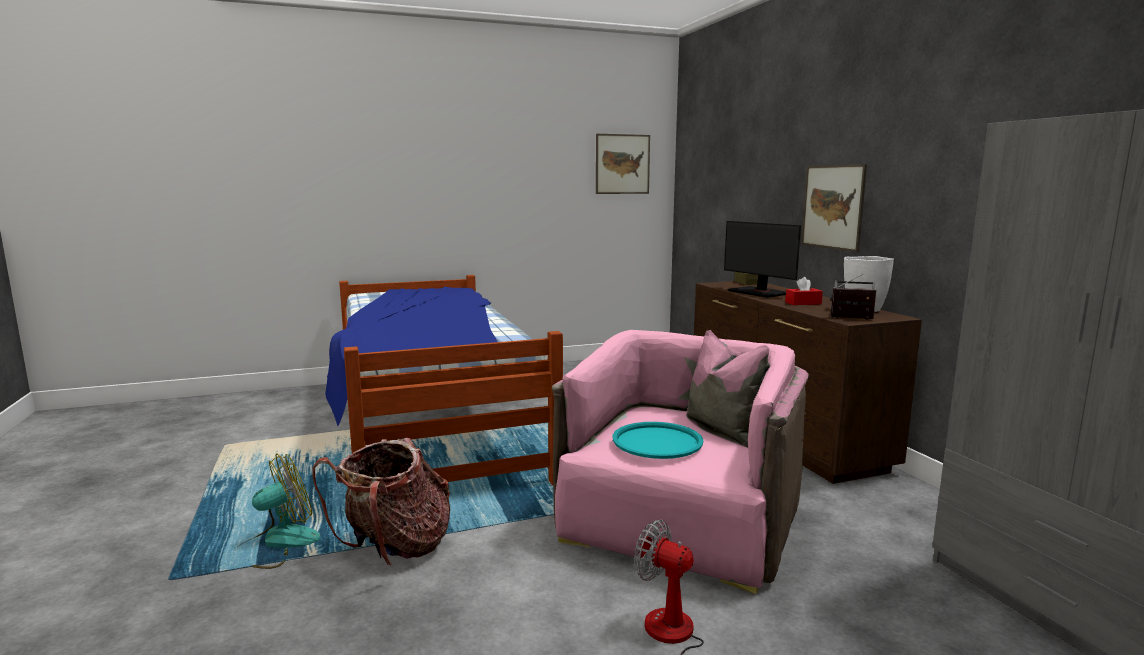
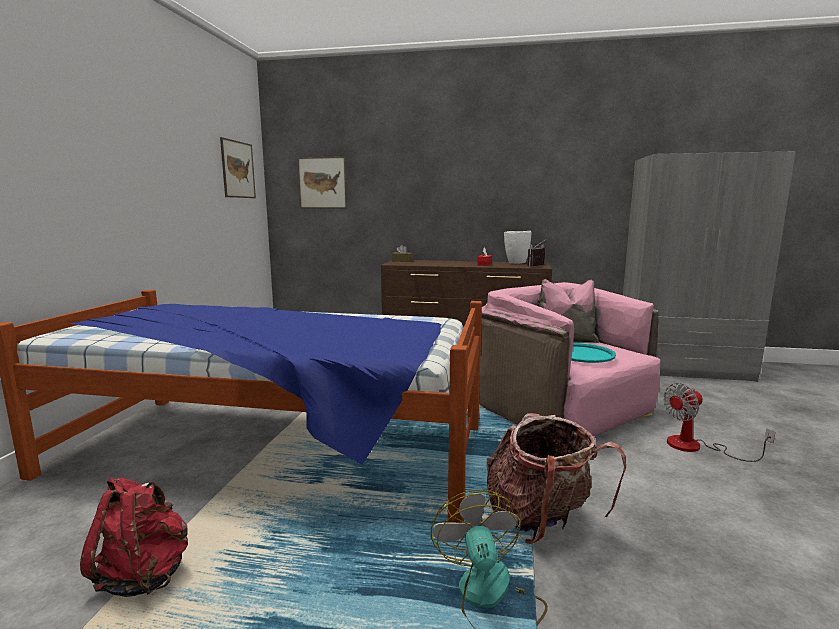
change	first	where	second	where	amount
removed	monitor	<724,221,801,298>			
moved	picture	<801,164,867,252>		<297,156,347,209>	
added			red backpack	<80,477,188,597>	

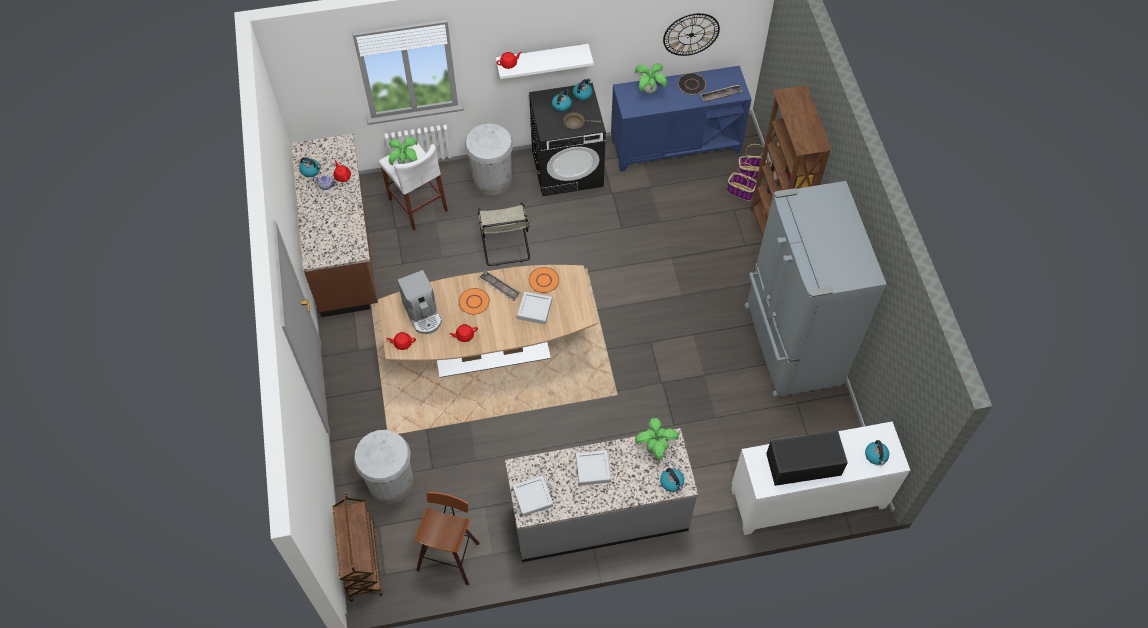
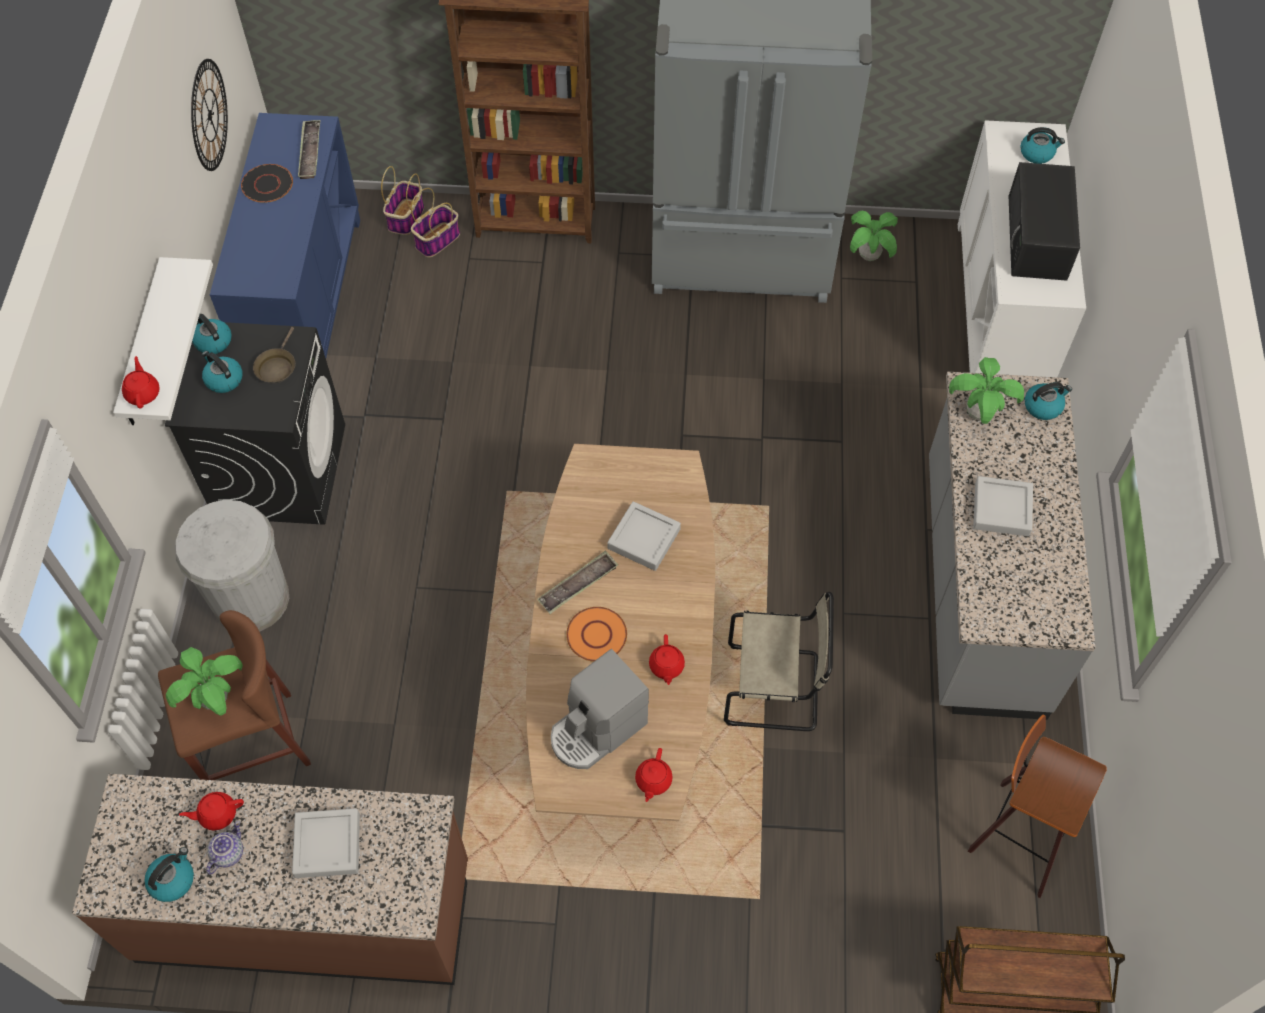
change	first	where	second	where	amount
removed	white trash can	<354,430,413,504>			
recoloured	white stool	<379,143,448,230>	brown stool	<158,610,311,780>	
turned	coffee machine	<397,270,442,334>		<551,649,649,769>	150 degrees clockwise
moved	beige chair	<478,202,530,266>		<724,592,834,731>	
moved	grey tray	<512,476,553,516>		<292,808,360,878>	
removed	orange plate	<529,267,559,293>			
moved	potted plant	<635,63,667,94>		<850,211,898,261>	

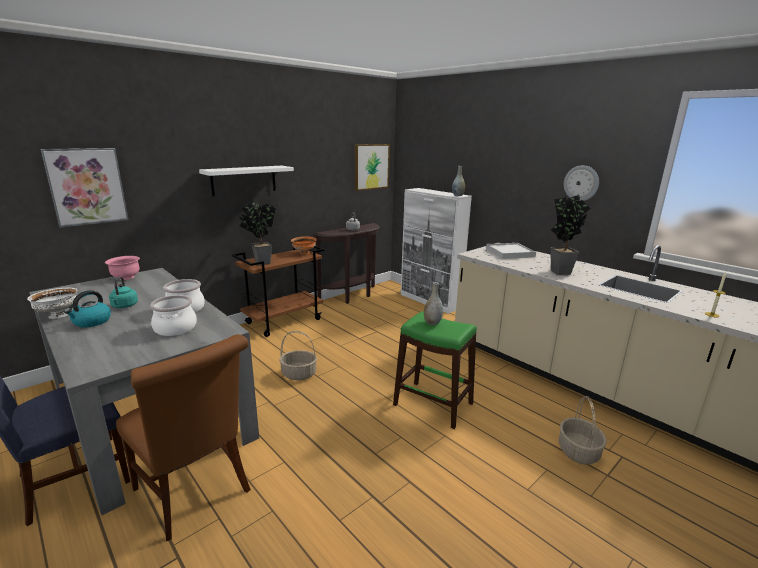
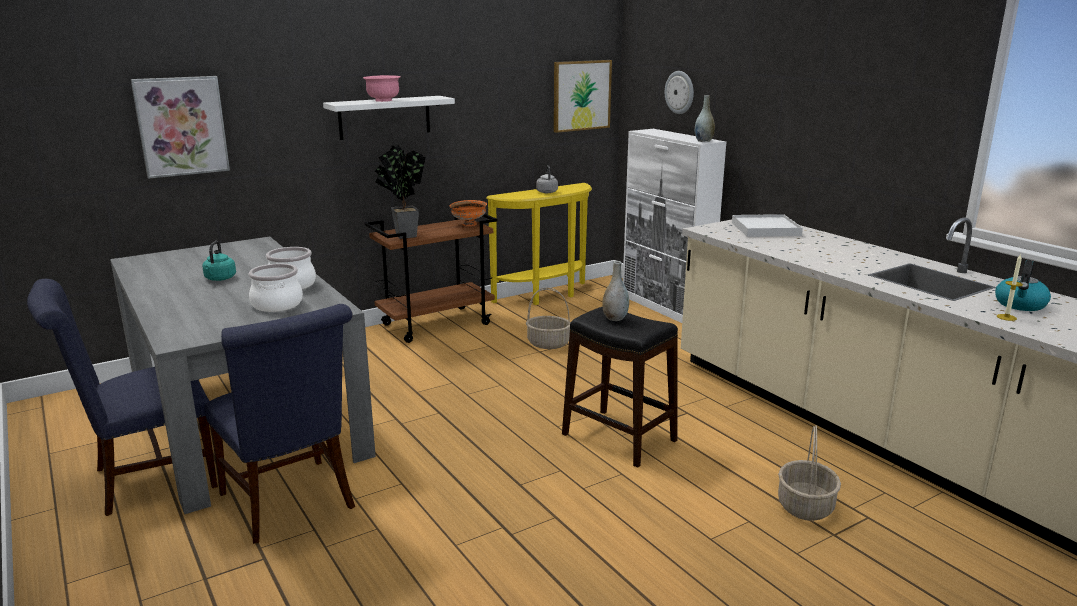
change	first	where	second	where	amount
removed	white bowl	<27,288,78,319>			
moved	kettle	<64,290,111,328>		<995,260,1051,311>	
moved	pink bowl	<105,256,140,280>		<363,75,400,102>	
recoloured	brown chair	<116,334,251,541>	blue chair	<205,304,355,544>	
moved	basket	<279,331,317,380>		<526,287,571,349>	
recoloured	brown console table	<313,223,380,304>	yellow console table	<486,183,592,305>	
recoloured	green stool	<393,312,477,429>	black stool	<562,306,678,468>	
removed	potted plant	<550,195,590,275>			
moved	wall clock	<564,165,599,201>		<665,71,694,114>	

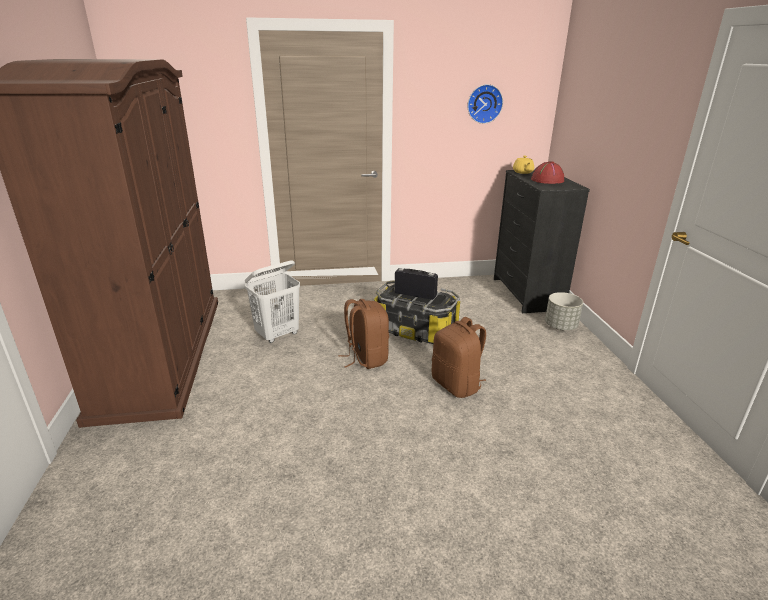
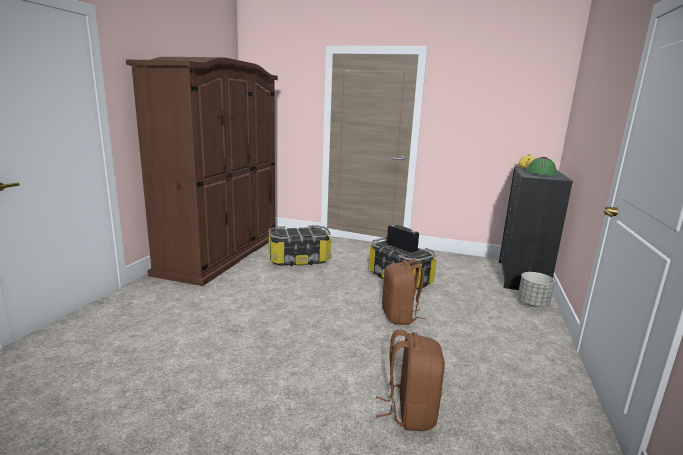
change	first	where	second	where	amount
replaced	white laundry basket	<245,260,300,343>	storage box	<268,225,331,266>	
moved	brown backpack	<339,299,389,369>		<376,329,445,431>	
removed	wall clock	<468,84,503,124>			
recoloured	red hat	<531,161,564,184>	green hat	<525,157,556,175>	

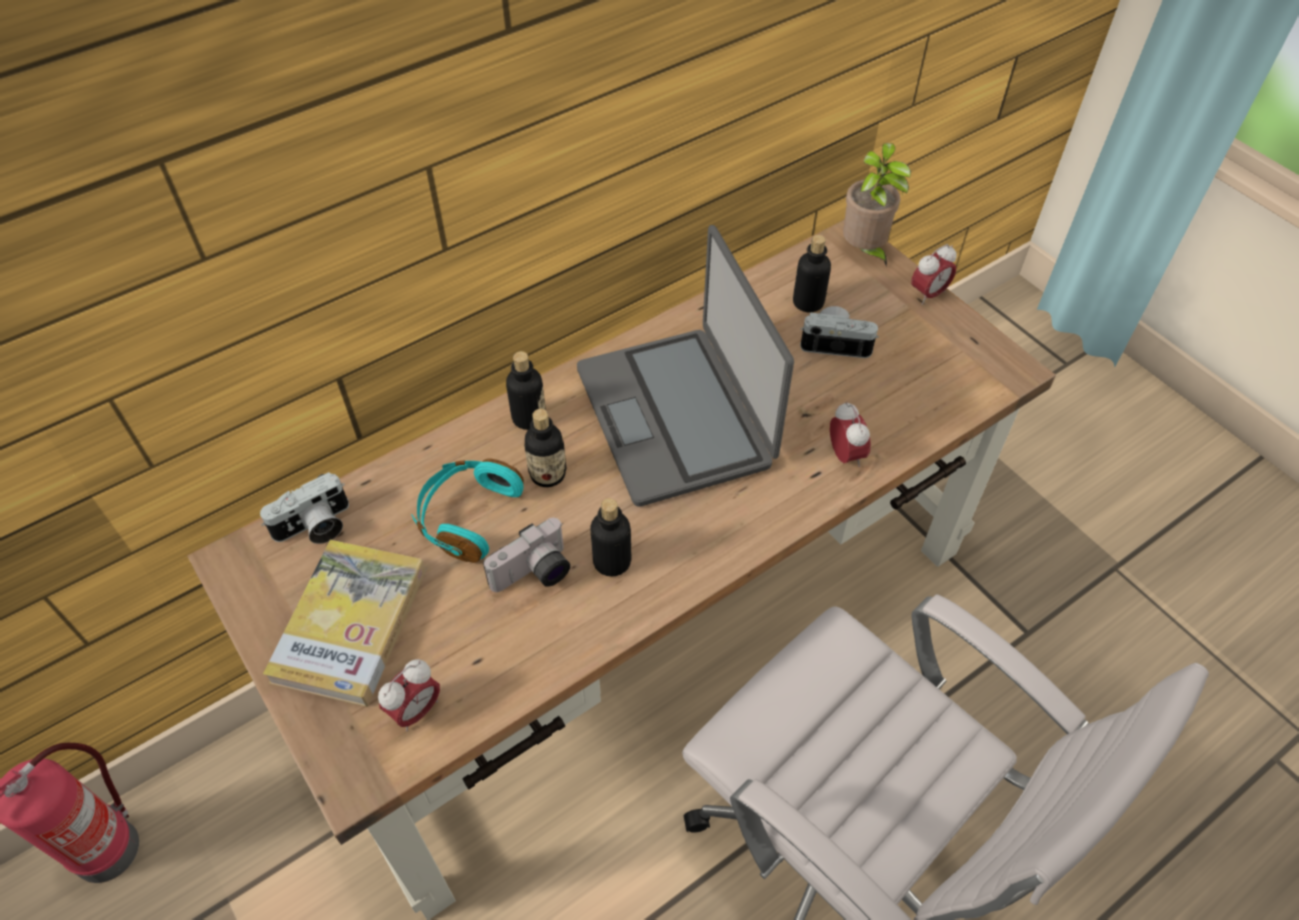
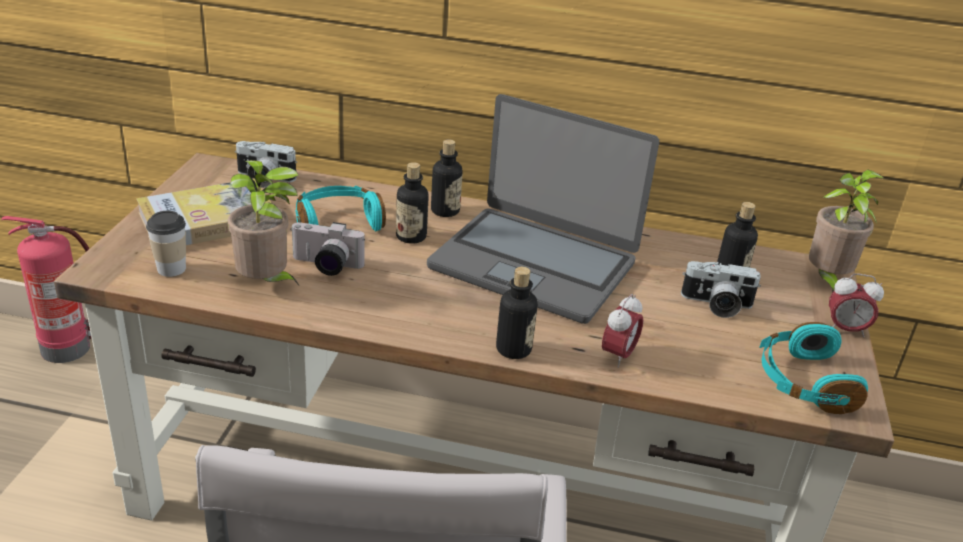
change	first	where	second	where	amount
replaced	alarm clock	<378,659,440,731>	cup	<146,211,186,277>	
turned	laptop	<577,225,794,507>		<427,94,659,324>	90 degrees counterclockwise
moved	bottle	<590,498,631,577>		<496,267,538,359>	
turned	photo camera	<800,306,879,358>		<681,261,761,318>	135 degrees clockwise
added			potted plant	<227,160,299,285>	
added			turquoise headphones	<759,322,868,414>	

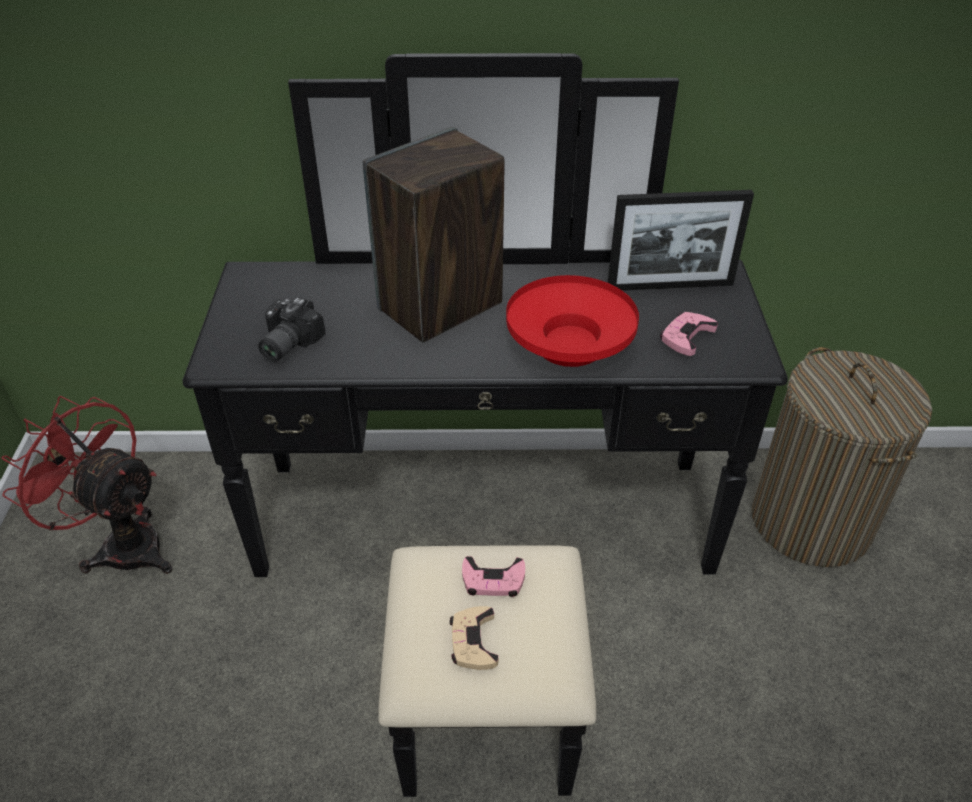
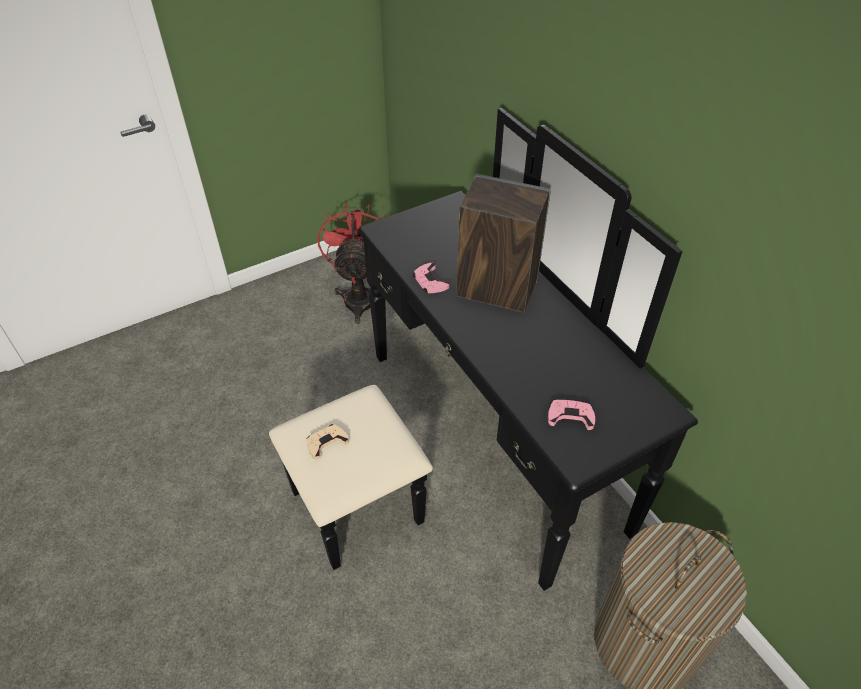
change	first	where	second	where	amount
removed	photo camera	<258,297,326,362>			
moved	pink game controller	<462,556,525,597>		<413,263,450,293>	
removed	red bowl	<506,275,639,367>			
removed	picture frame	<608,190,754,291>			

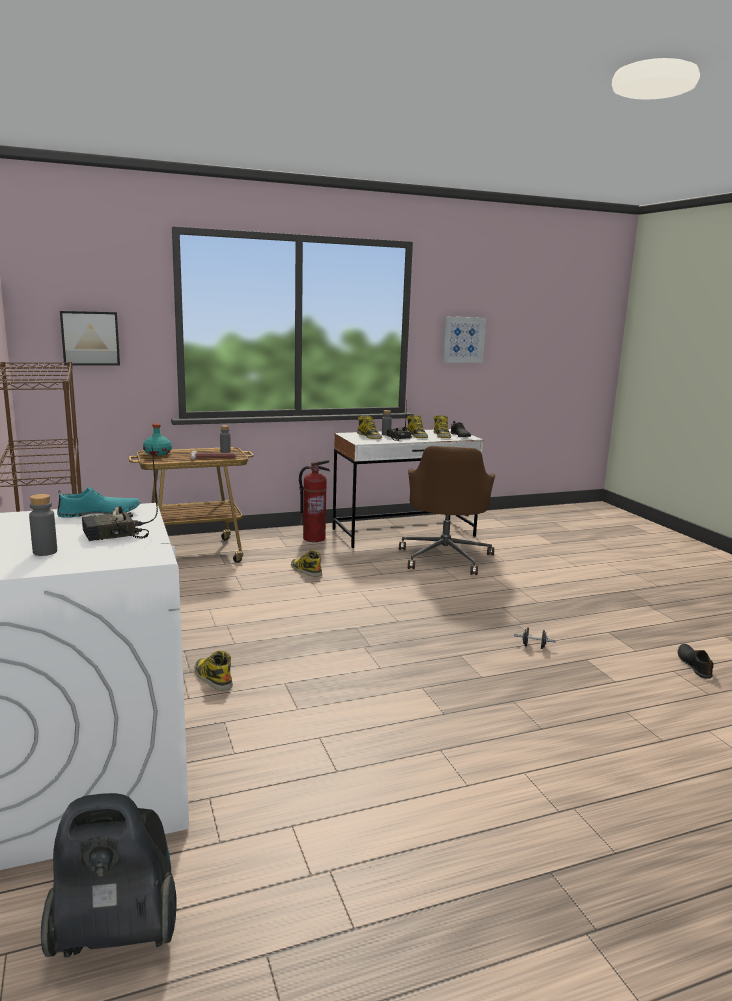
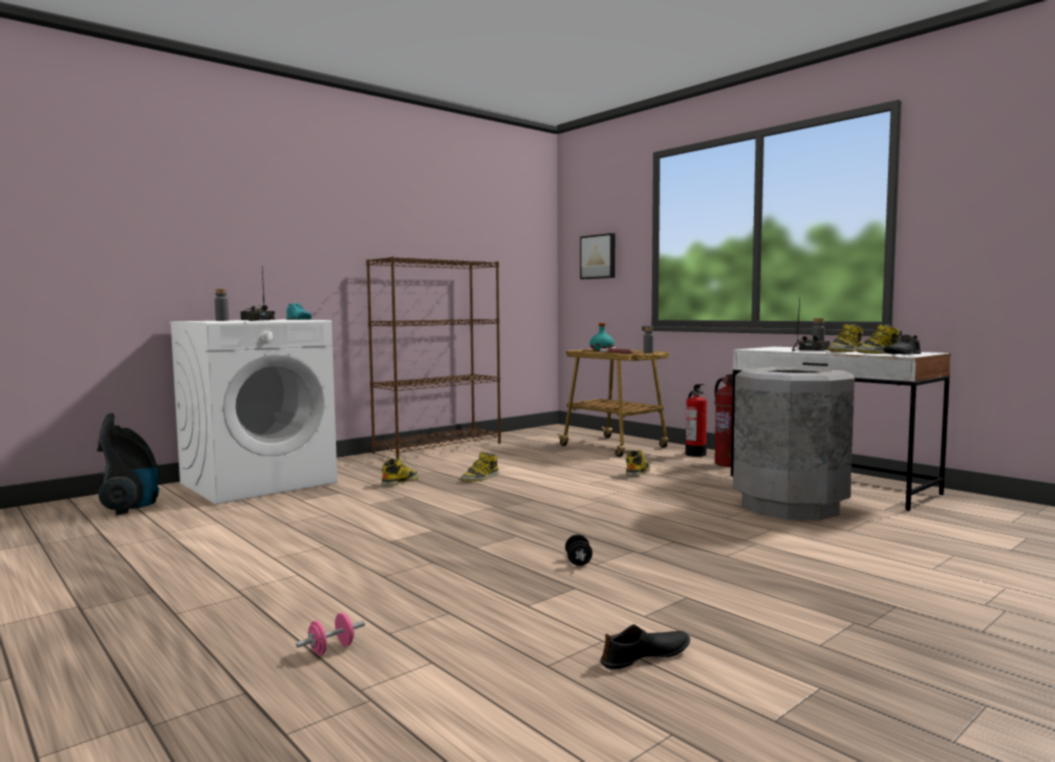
change	first	where	second	where	amount
moved	boot	<357,415,382,439>		<461,452,499,482>	
replaced	brown office chair	<399,446,495,575>	grey trash can	<733,367,855,520>	
removed	picture	<442,317,486,363>			
added			pink dumbbell	<296,613,365,655>	
added			fire extinguisher	<685,384,707,457>	

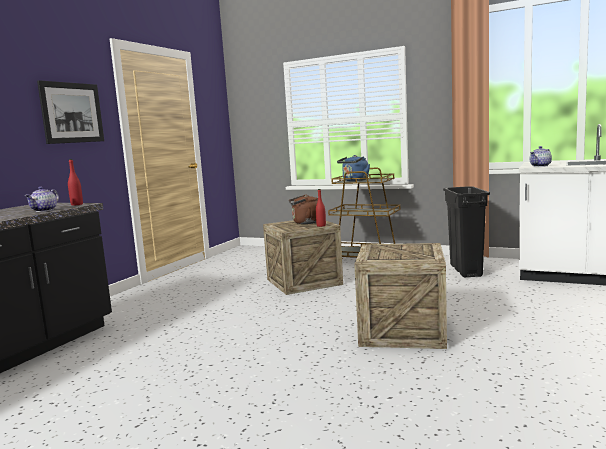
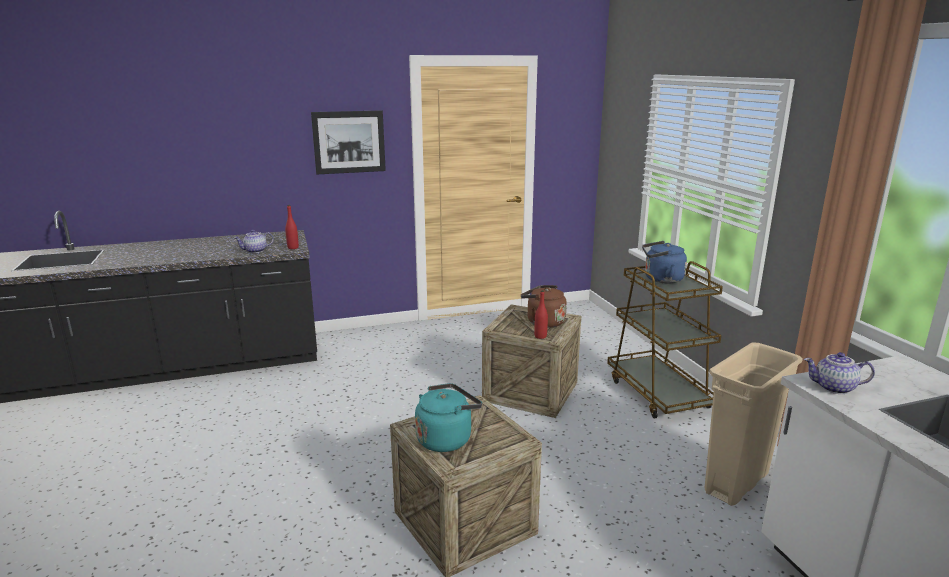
change	first	where	second	where	amount
recoloured	black trash can	<443,186,490,278>	beige trash can	<705,342,803,506>	
added			turquoise kettle	<415,383,482,452>	

